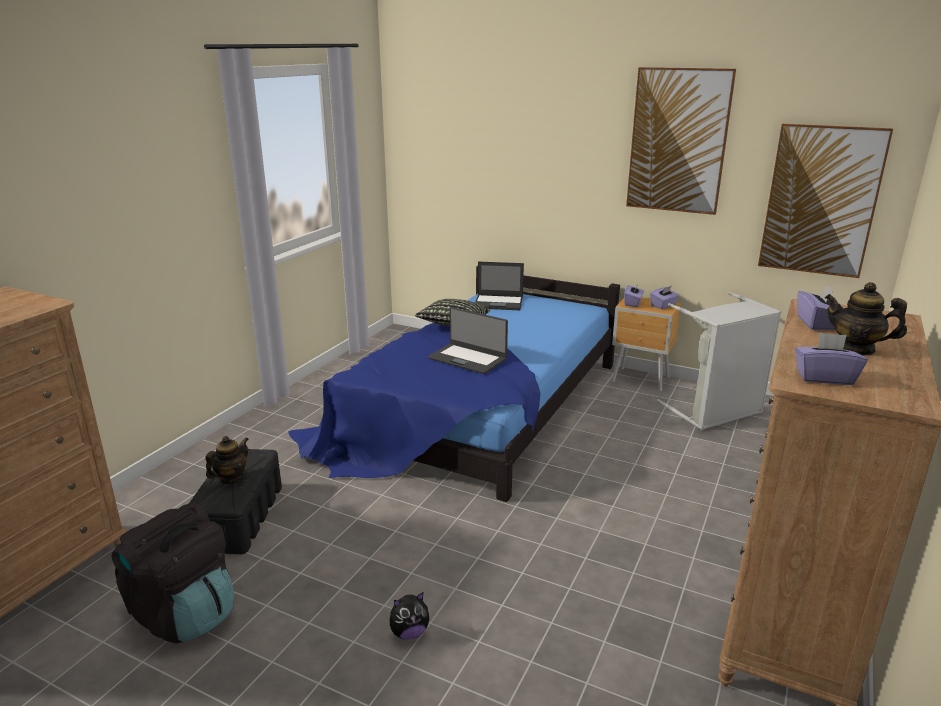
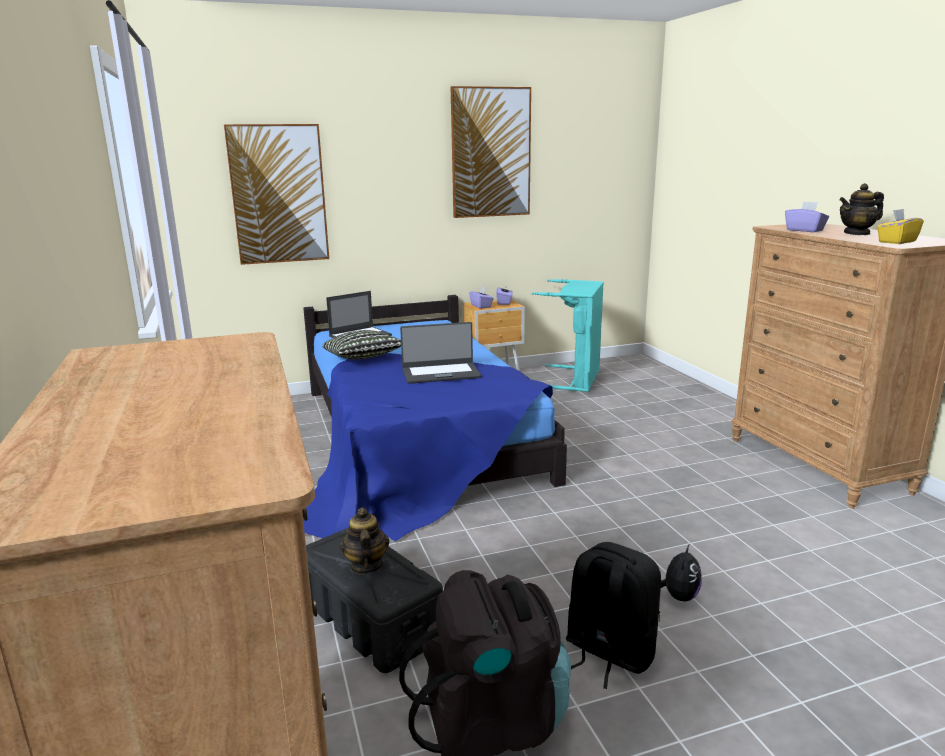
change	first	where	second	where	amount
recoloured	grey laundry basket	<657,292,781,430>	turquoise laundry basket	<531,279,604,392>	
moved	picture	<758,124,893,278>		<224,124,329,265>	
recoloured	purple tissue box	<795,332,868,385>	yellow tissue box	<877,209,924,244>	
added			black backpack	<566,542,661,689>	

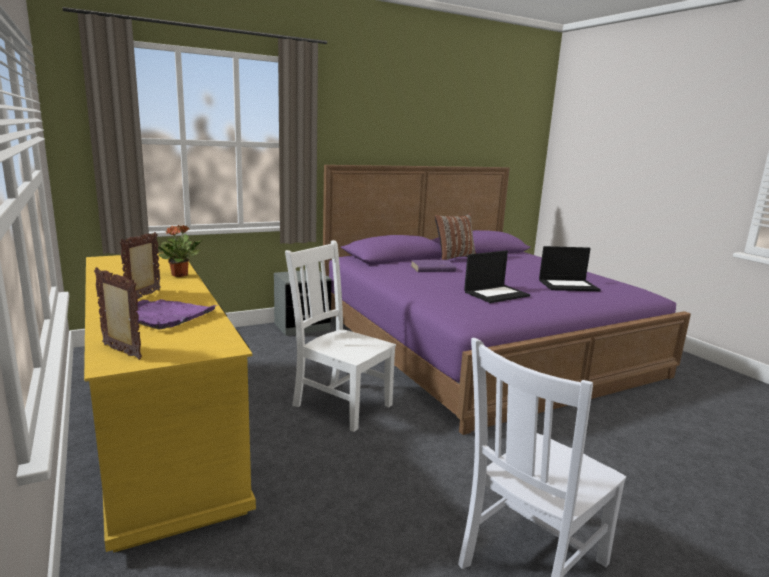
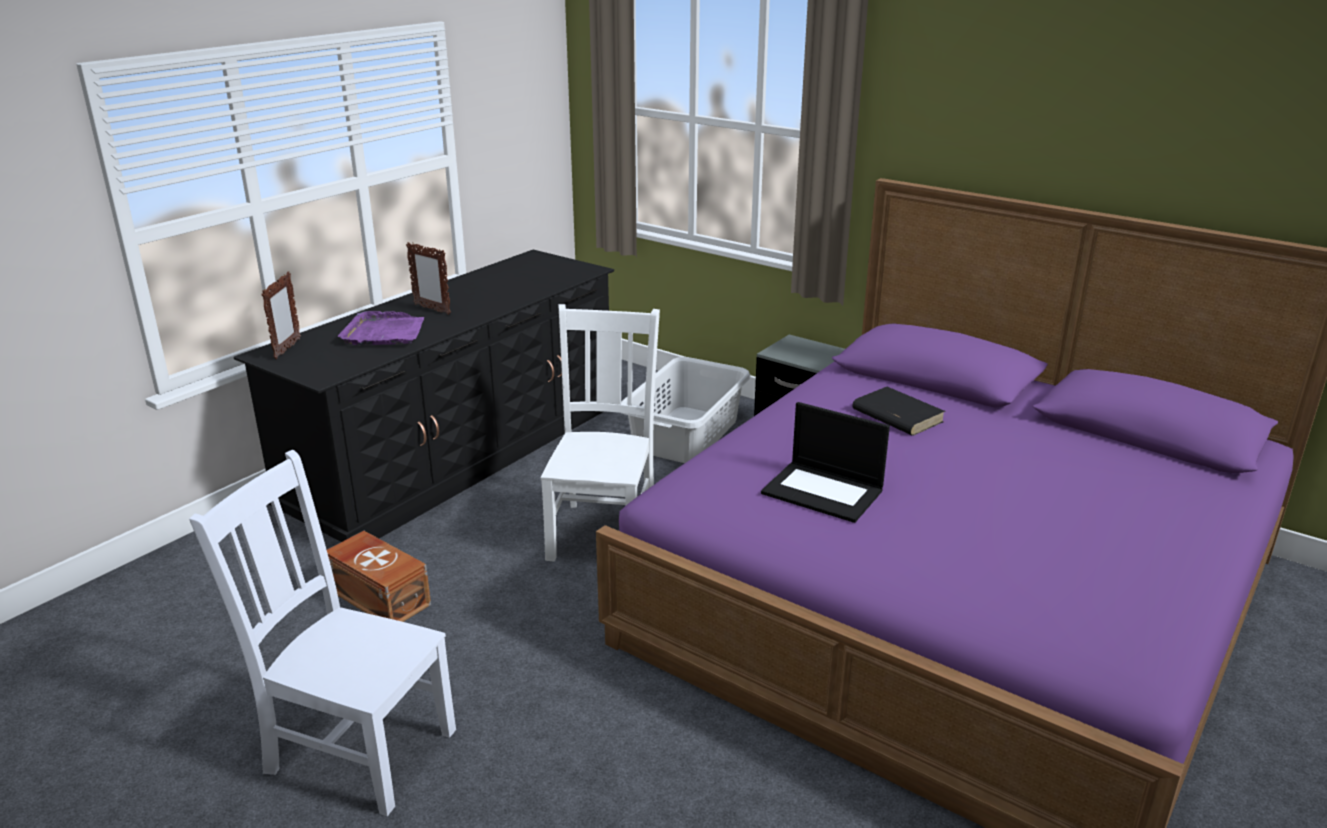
change	first	where	second	where	amount
recoloured	yellow dresser	<84,253,256,553>	black dresser	<234,250,614,542>	
turned	picture frame	<120,232,161,299>		<406,242,451,315>	135 degrees counterclockwise
removed	potted plant	<158,225,202,277>			
recoloured	purple book	<411,260,456,272>	black book	<852,387,946,436>	
removed	brown pillow	<435,213,476,260>			
removed	laptop	<539,246,601,291>			
added			brown storage box	<327,531,431,622>	
added			grey laundry basket	<621,357,751,463>	

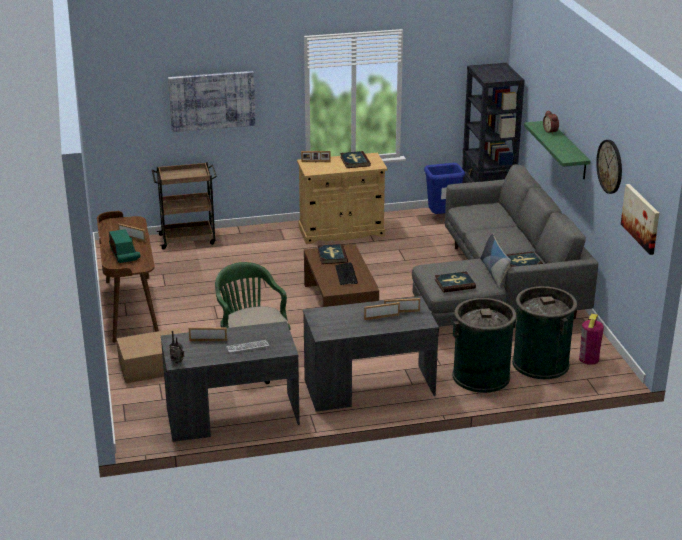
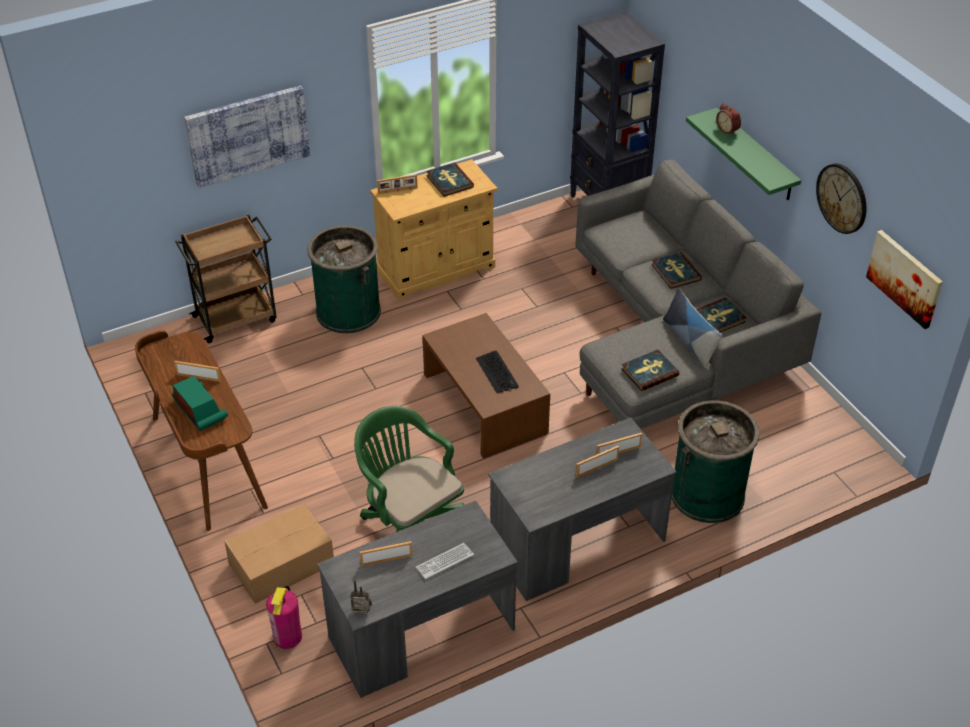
change	first	where	second	where	amount
moved	book	<318,244,348,264>		<651,252,702,289>	
removed	blue trash can	<424,163,465,214>			
moved	green trash can	<512,286,577,379>		<307,225,381,333>	
moved	fire extinguisher	<579,314,604,365>		<266,586,302,649>	

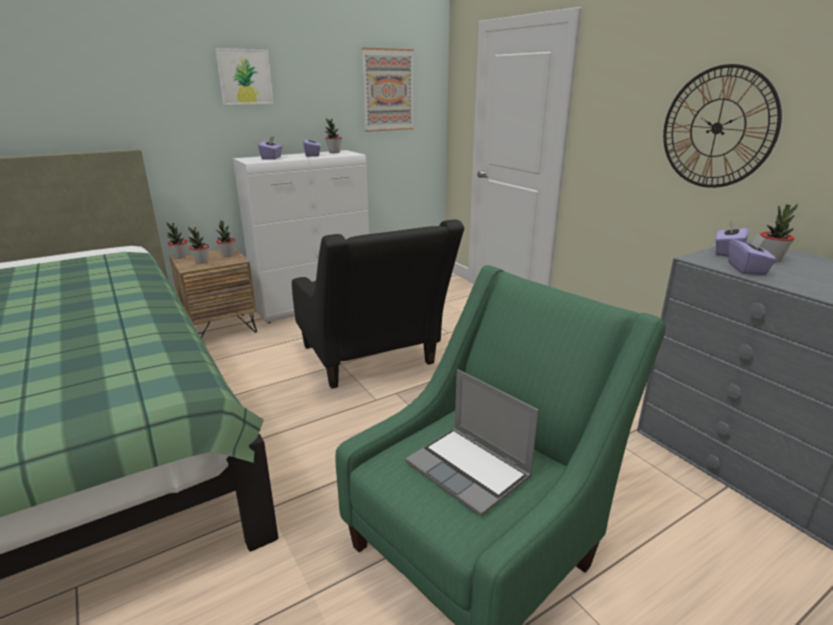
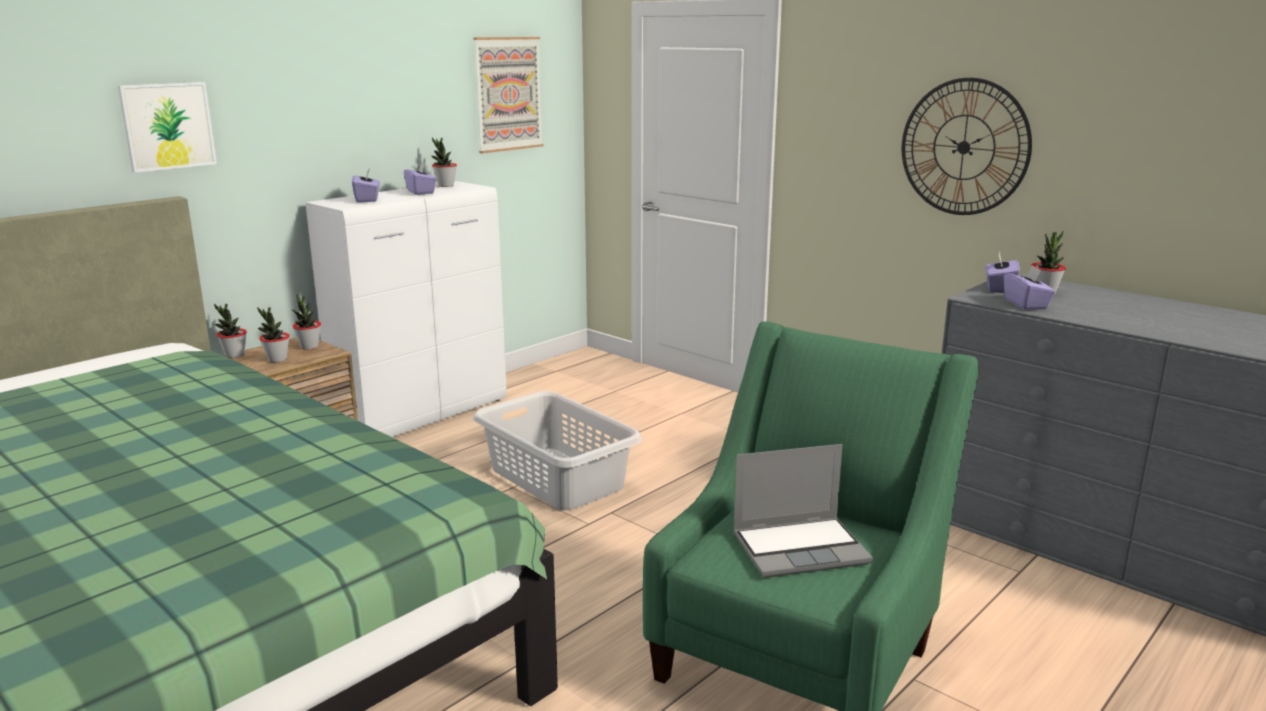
change	first	where	second	where	amount
moved	picture	<215,48,273,105>		<118,82,217,173>	
replaced	black armchair	<292,220,464,389>	grey laundry basket	<473,391,642,511>	
turned	laptop	<405,369,539,517>		<733,444,873,578>	45 degrees counterclockwise

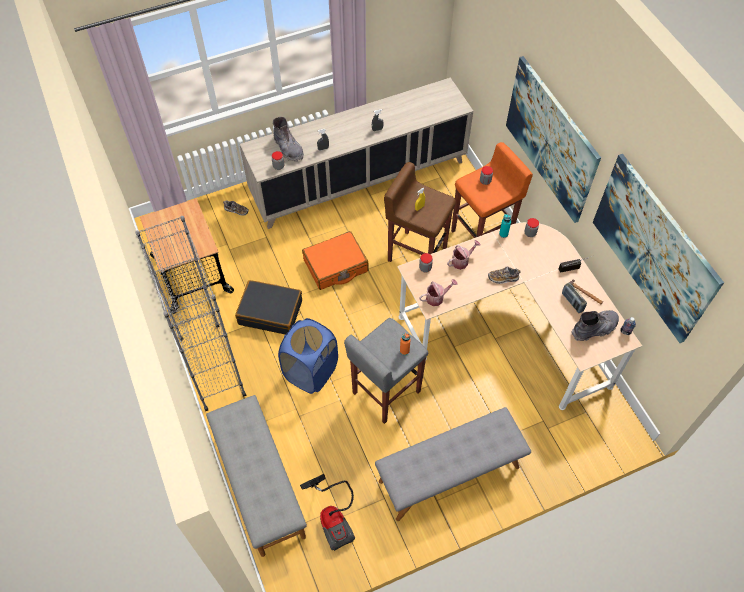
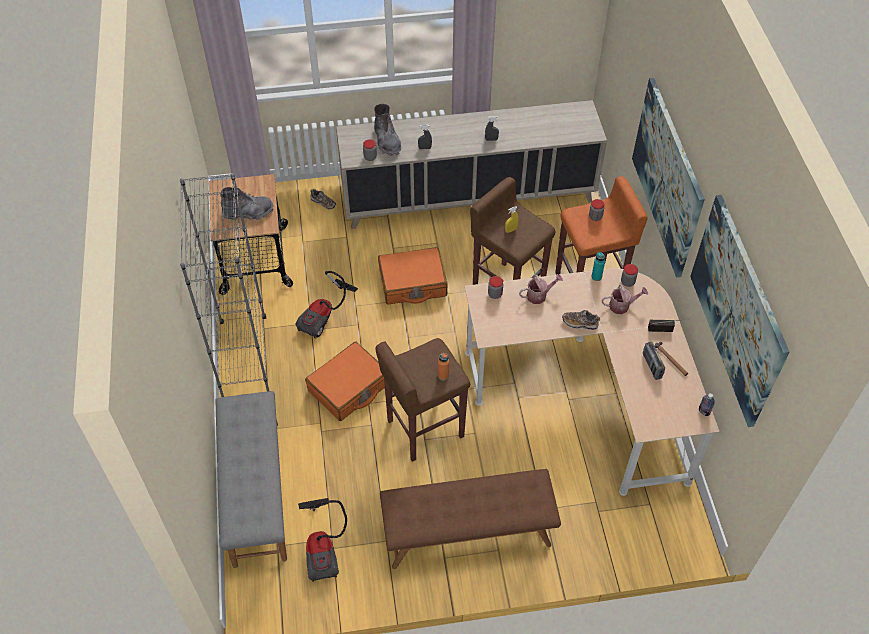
change	first	where	second	where	amount
replaced	black suitcase	<235,280,302,334>	vacuum cleaner	<295,271,358,339>	
replaced	blue laundry basket	<278,318,338,394>	orange suitcase	<305,341,385,421>	
recoloured	grey stool	<344,318,428,424>	brown stool	<376,338,470,462>	
recoloured	grey bench	<375,407,531,521>	brown bench	<380,469,561,569>	
moved	watering can	<420,279,458,306>		<602,284,648,314>	
moved	grey boot	<571,310,619,341>		<220,187,274,220>	

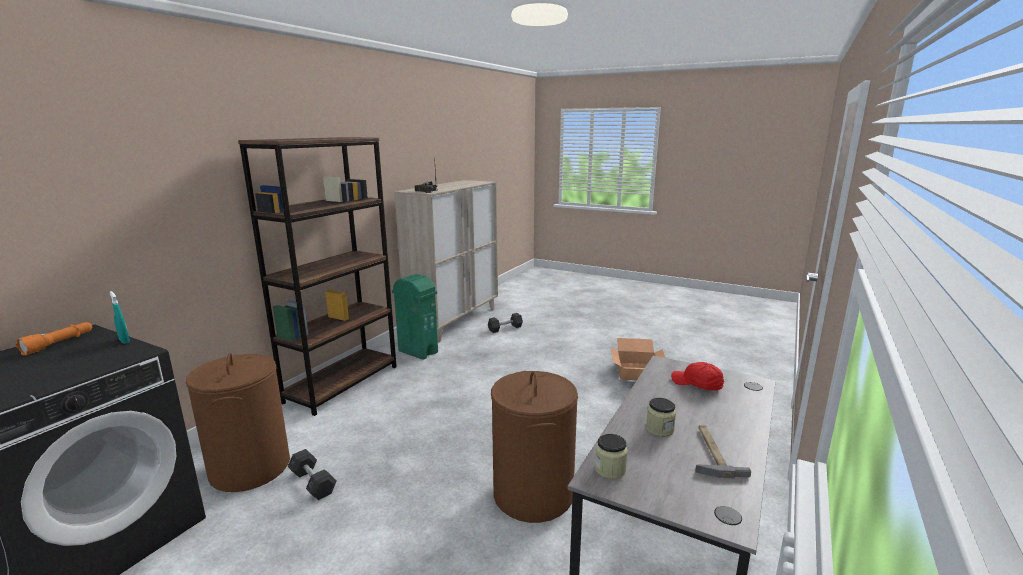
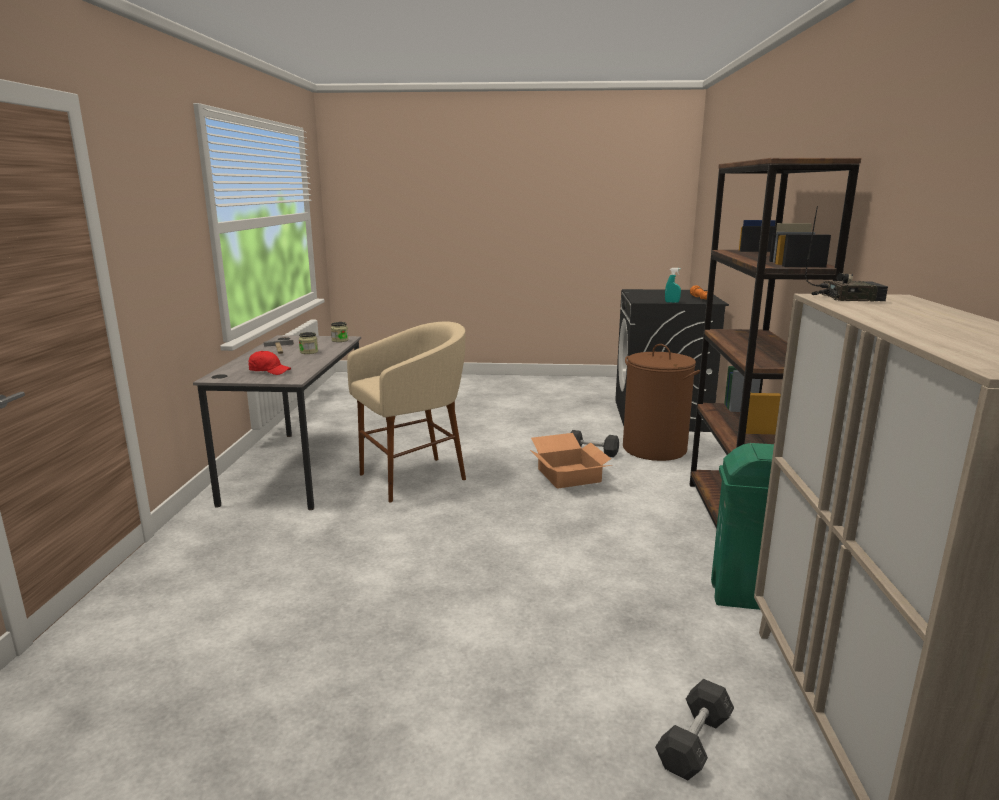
change	first	where	second	where	amount
replaced	brown laundry basket	<491,371,578,523>	beige stool	<347,321,466,503>	
moved	cardboard box	<611,338,666,380>		<530,433,613,489>	

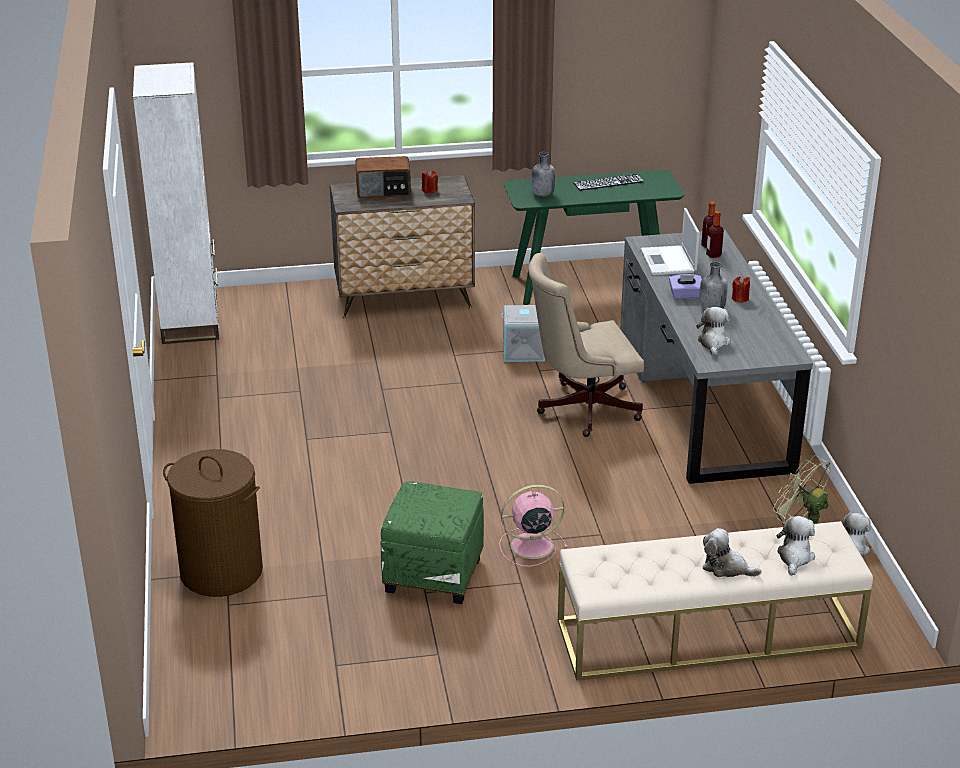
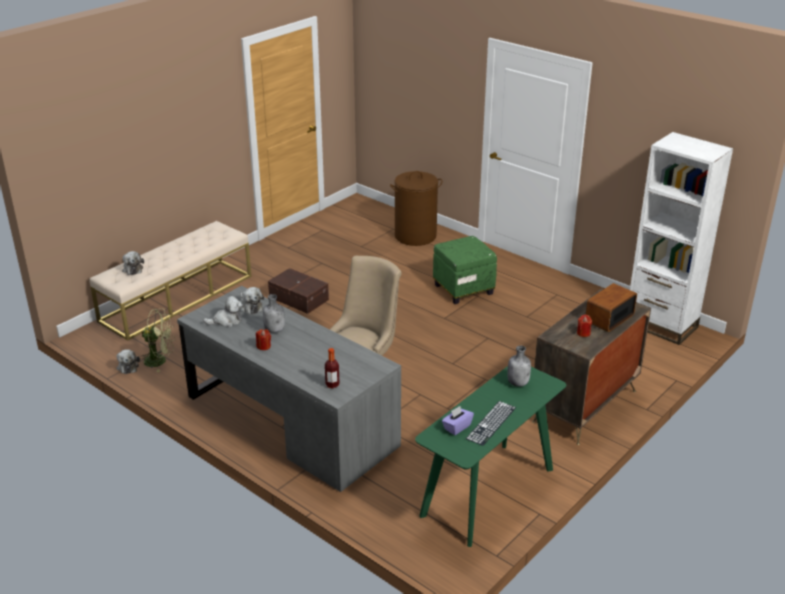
change	first	where	second	where	amount
moved	green ottoman	<380,481,484,604>		<433,236,497,304>	
replaced	pink fan	<499,484,568,567>	brown storage box	<268,268,329,314>	
removed	grey storage box	<501,305,545,362>			
removed	laptop	<641,208,700,275>			
moved	purple tissue box	<669,274,702,299>		<442,406,474,435>	
moved	plush toy	<703,528,762,577>		<203,296,242,327>	
removed	bottle	<706,211,724,258>			

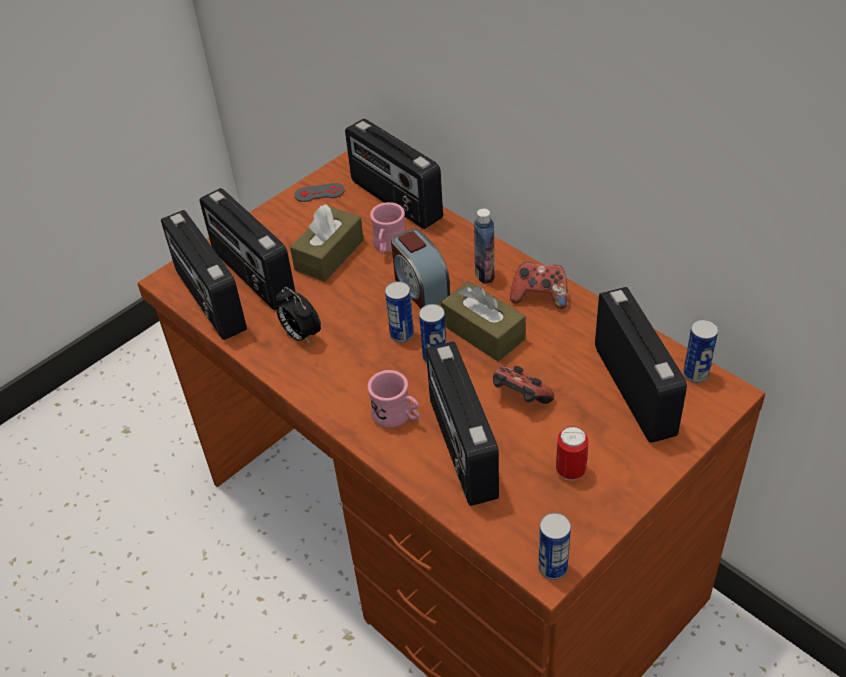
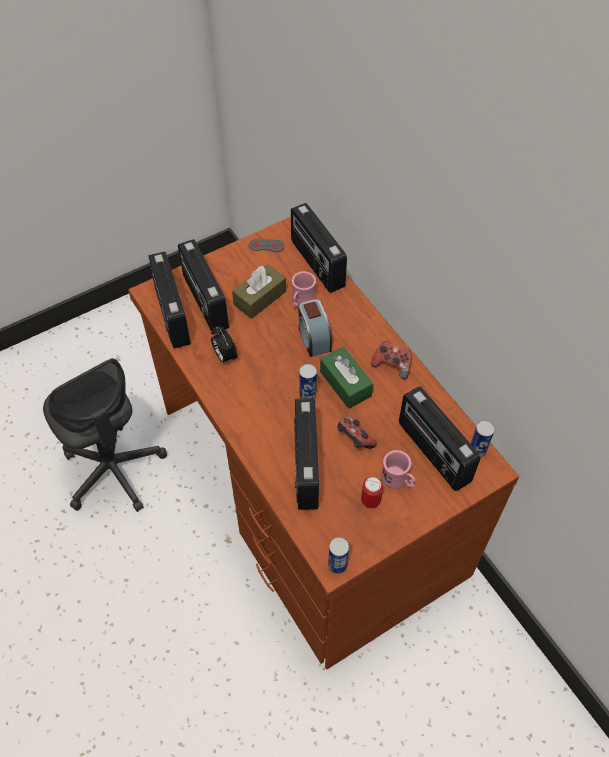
change	first	where	second	where	amount
moved	pink mug	<367,370,420,428>		<381,450,415,489>	
removed	can	<385,281,414,343>			
recoloured	brown tissue box	<441,281,526,361>	green tissue box	<320,347,373,409>	
removed	bottle	<474,209,495,284>			
turned	radio	<595,287,687,443>		<399,386,480,491>	150 degrees clockwise
added			grey office chair	<43,358,167,512>	

